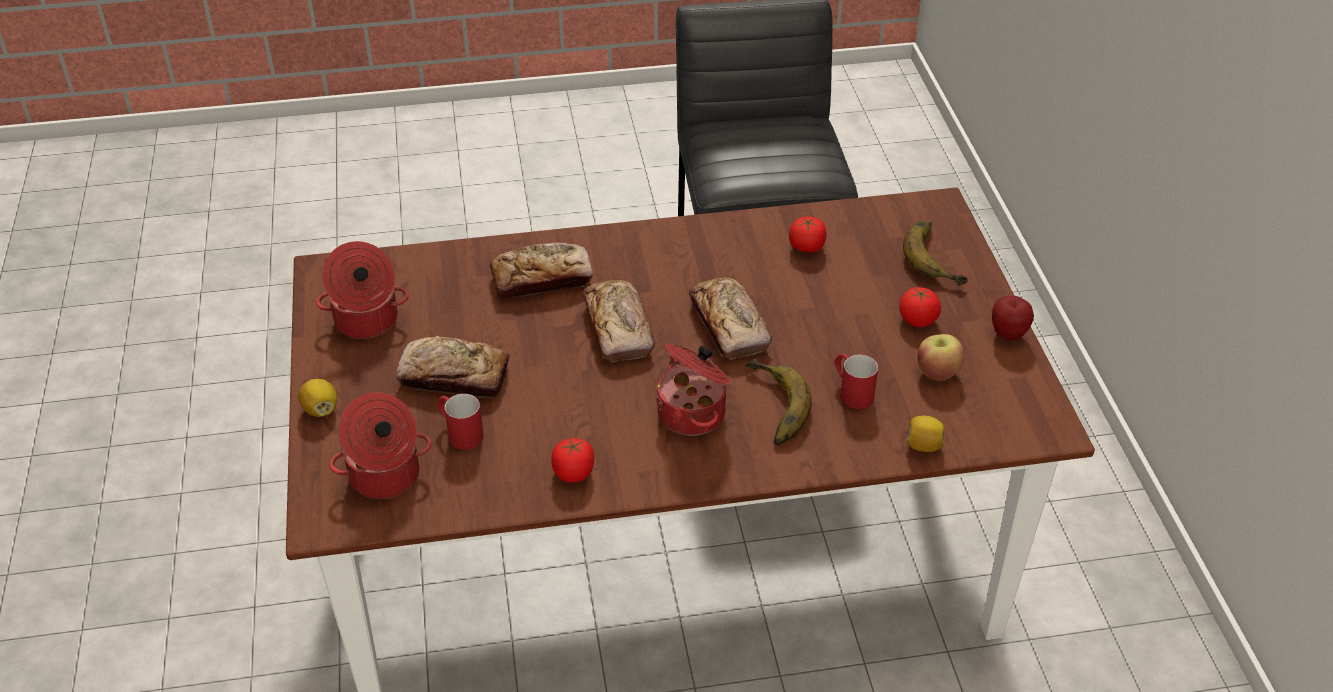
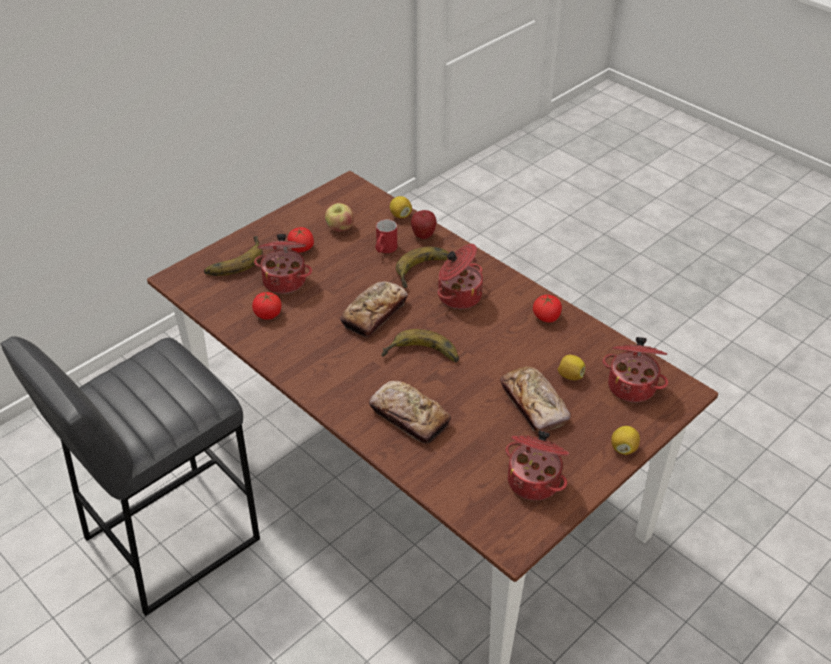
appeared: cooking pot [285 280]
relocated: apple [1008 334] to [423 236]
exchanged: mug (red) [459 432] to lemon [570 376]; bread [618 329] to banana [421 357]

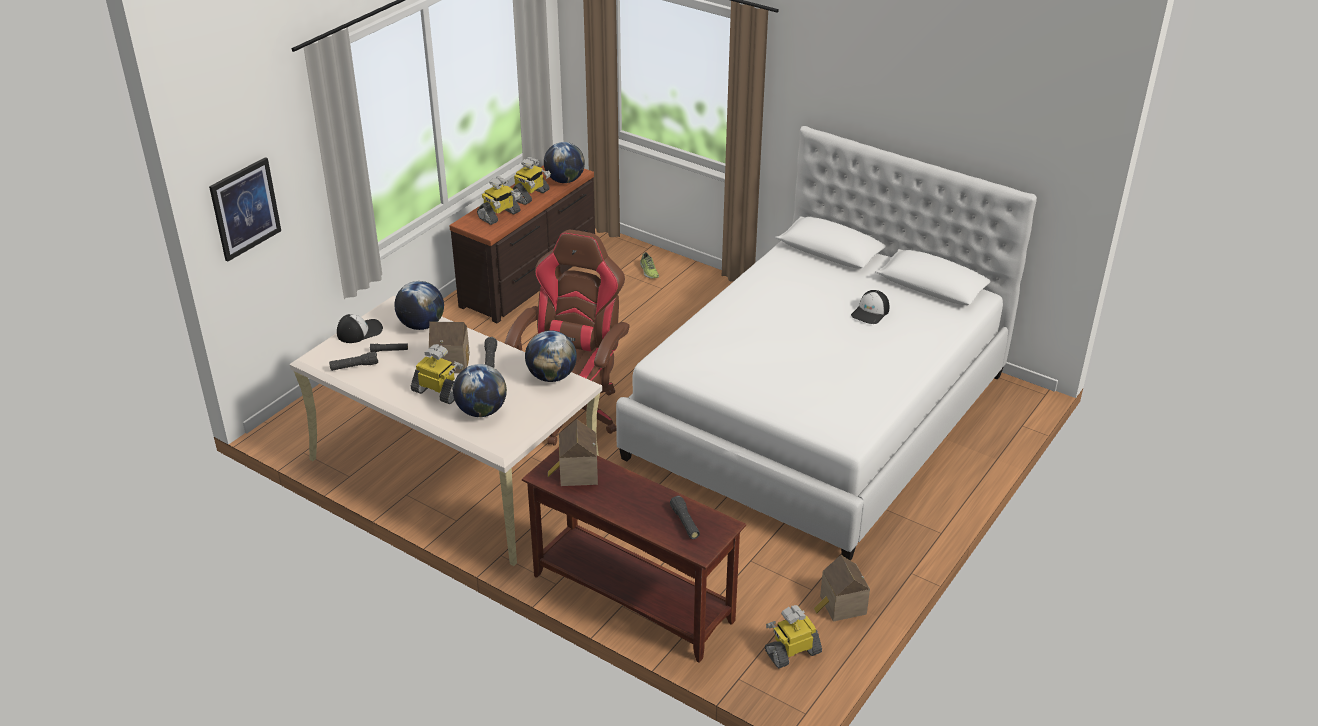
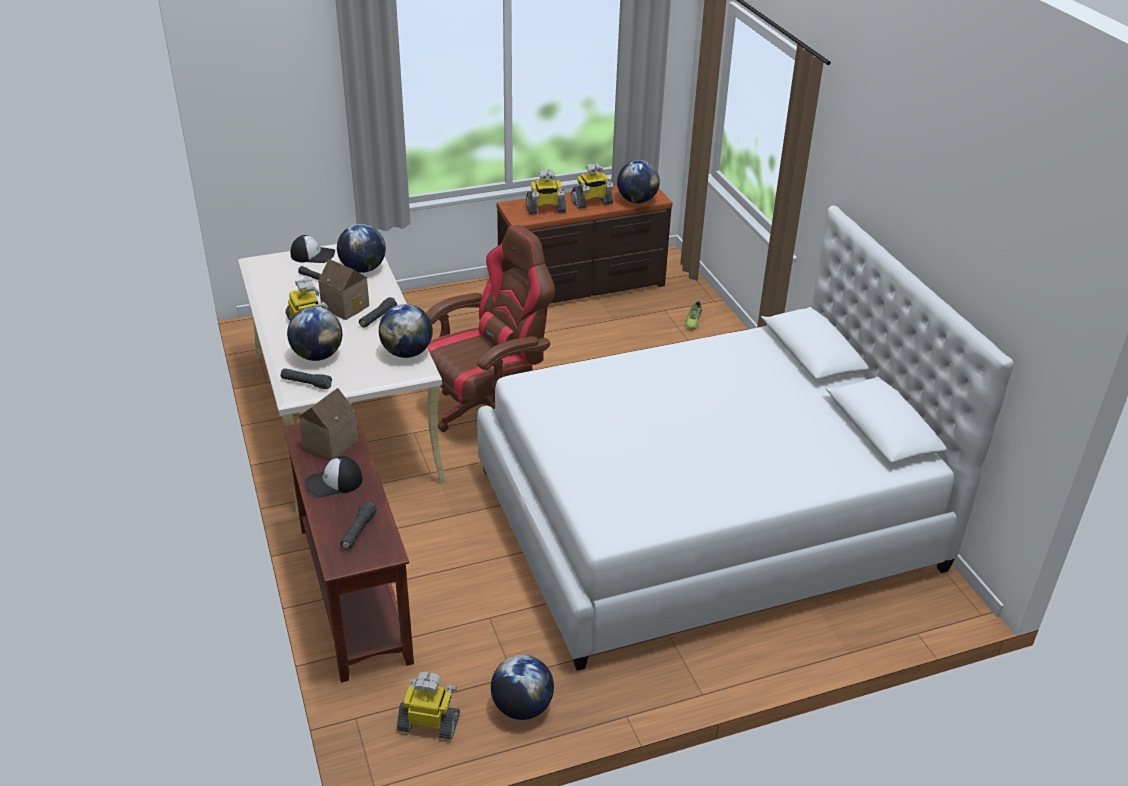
missing: picture [245 208]
relocated: flashlight (black) [354 366] to [306 383]; cap [870 312] to [333 482]
exchanged: toy house [841 606] to globe [522 707]

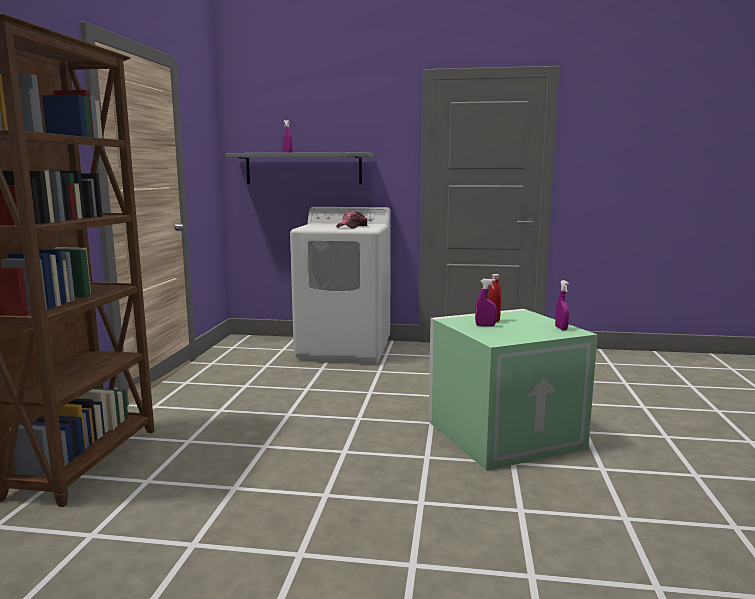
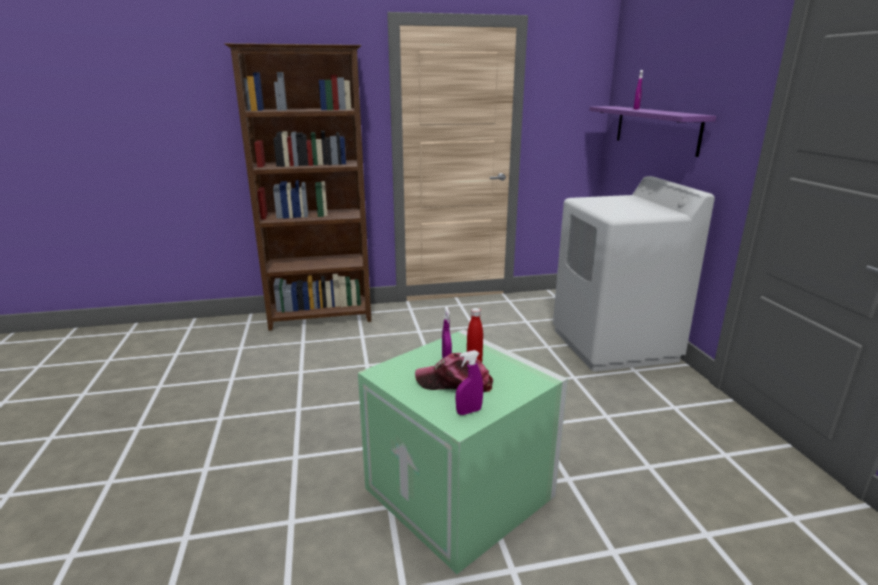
relocated: cap [352 227] to [454 383]
colour: shelf (grey) [303 168] to shelf (purple) [656 129]

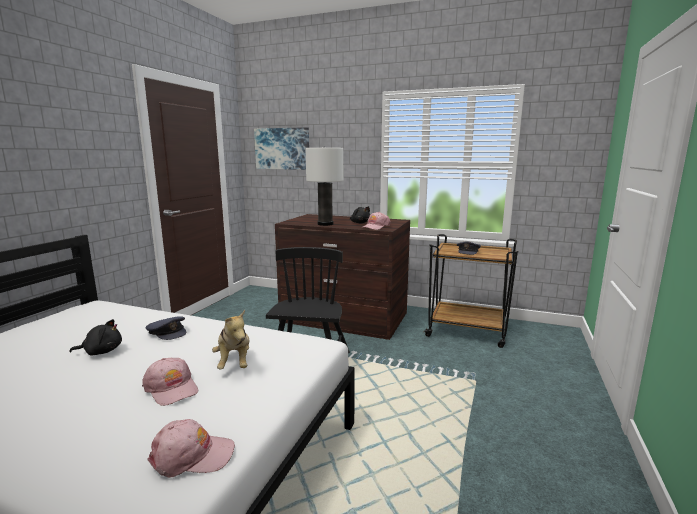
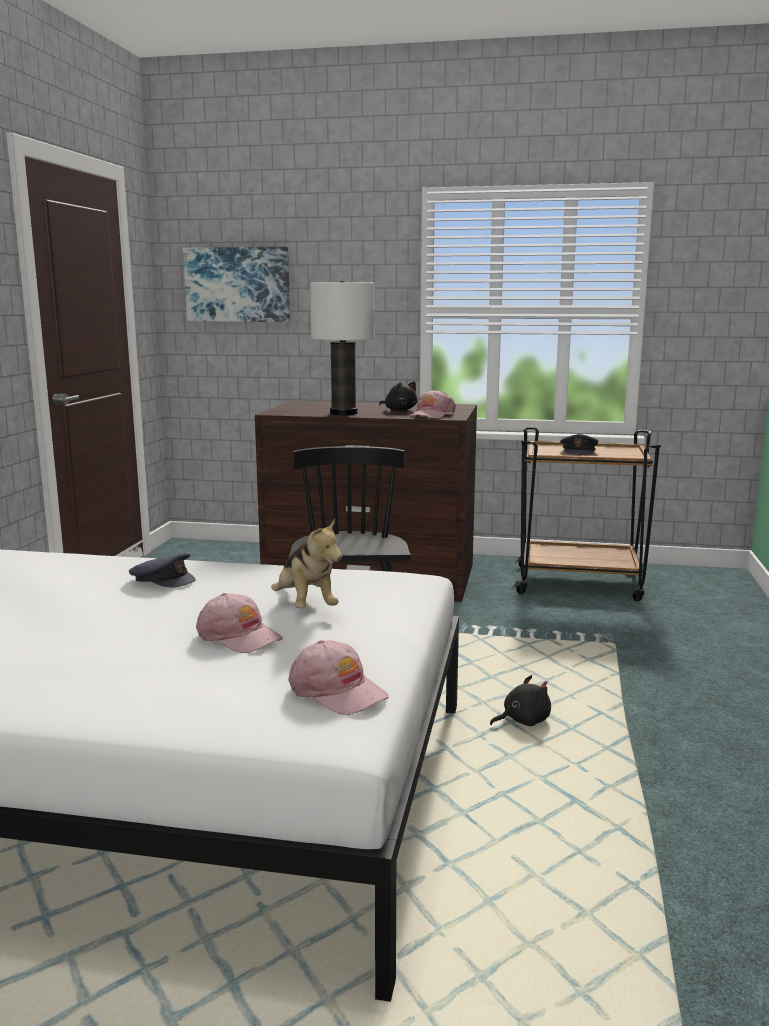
relocated: plush toy (black) [101 351] to [523 721]
spun: cap (pink) [192 456] = [337 691] 60 degrees clockwise

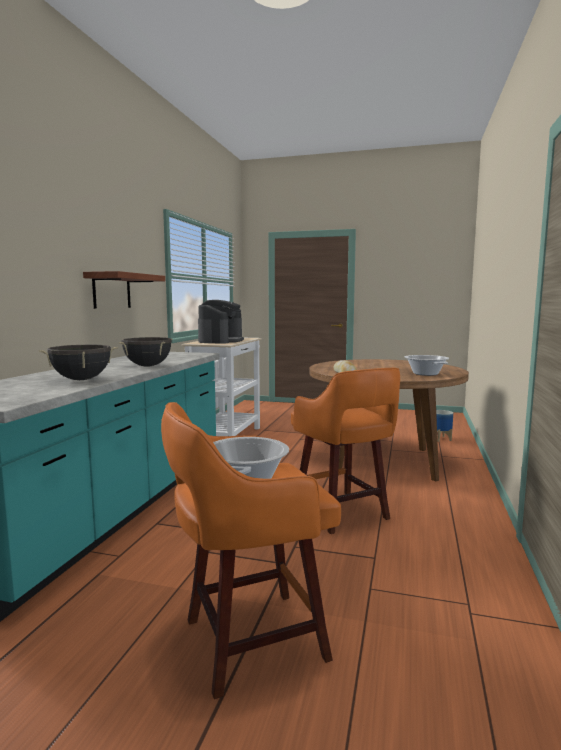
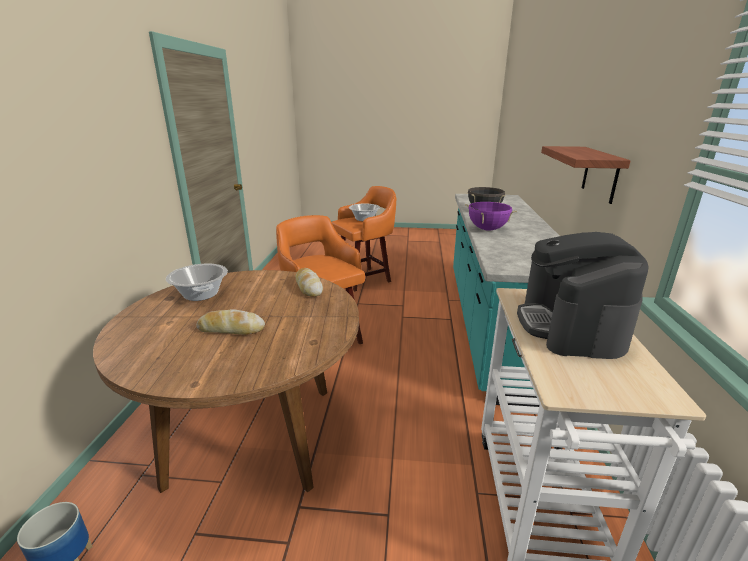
appeared: bread [231 329]
colour: cooking pot (black) [148 366] to cooking pot (purple) [487 229]

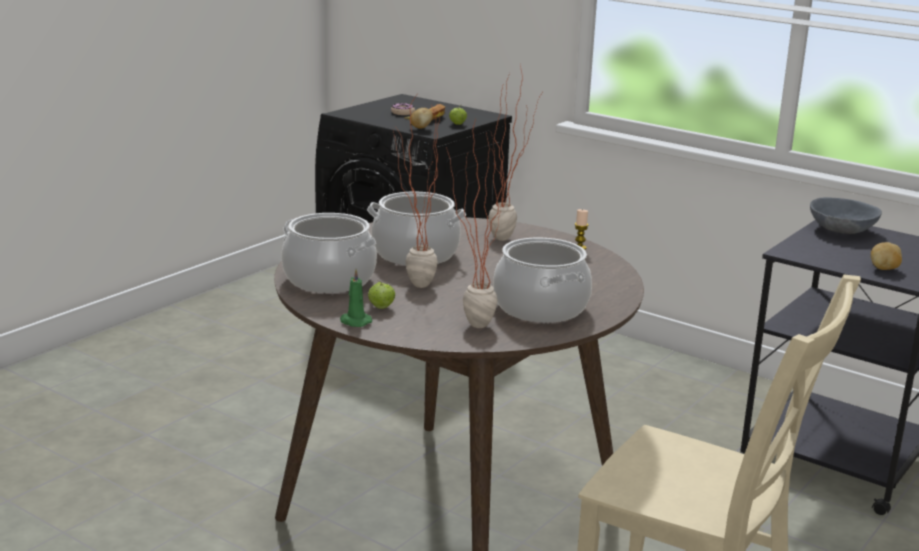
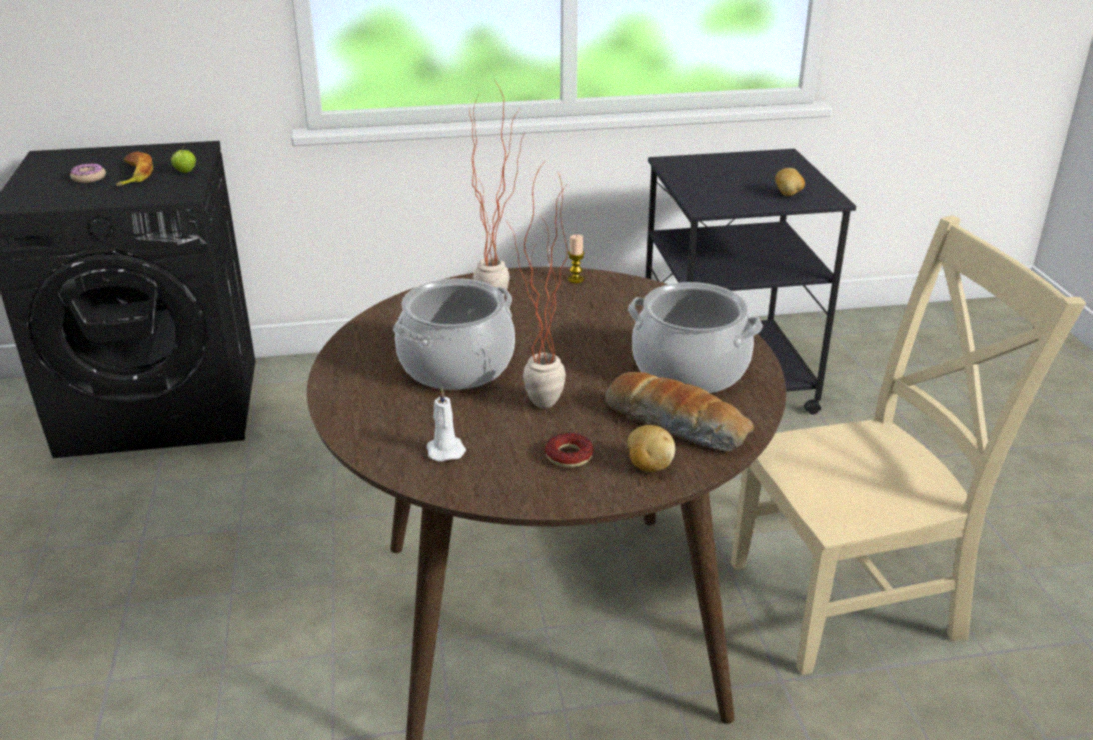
missing: candle (green) [354 321]; bowl (grey) [842 229]
relocated: potato [421 128] to [648 466]
exchanged: cooking pot [330 279] to candle (white) [445 450]; apple [381 307] to donut [569 456]; potted plant [469 323] to bread [677 425]

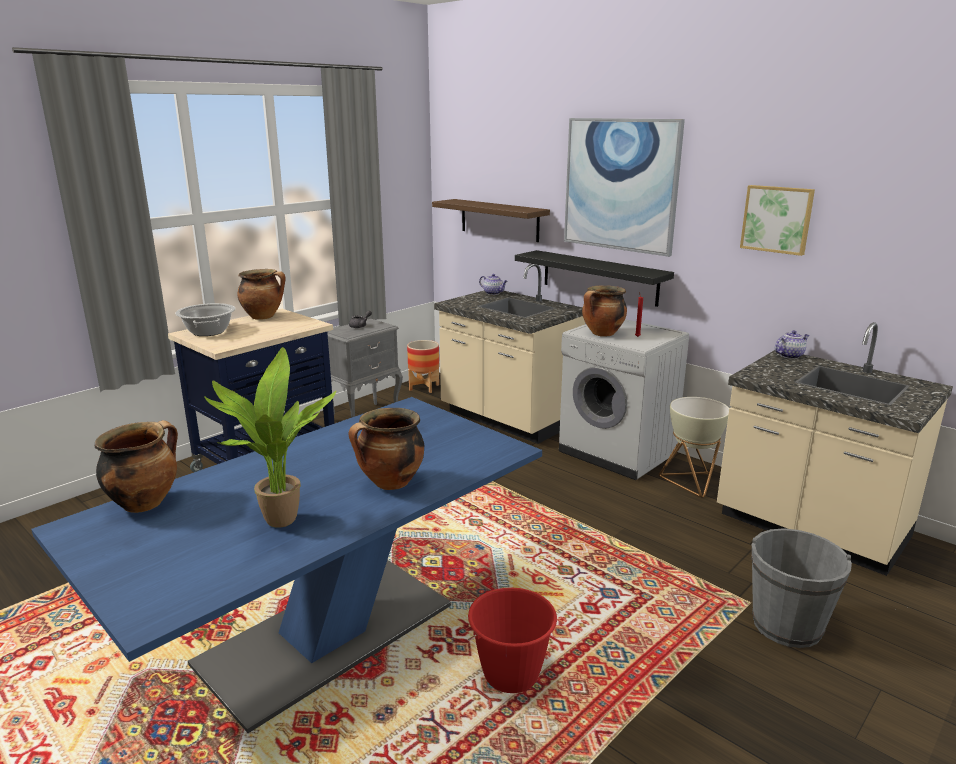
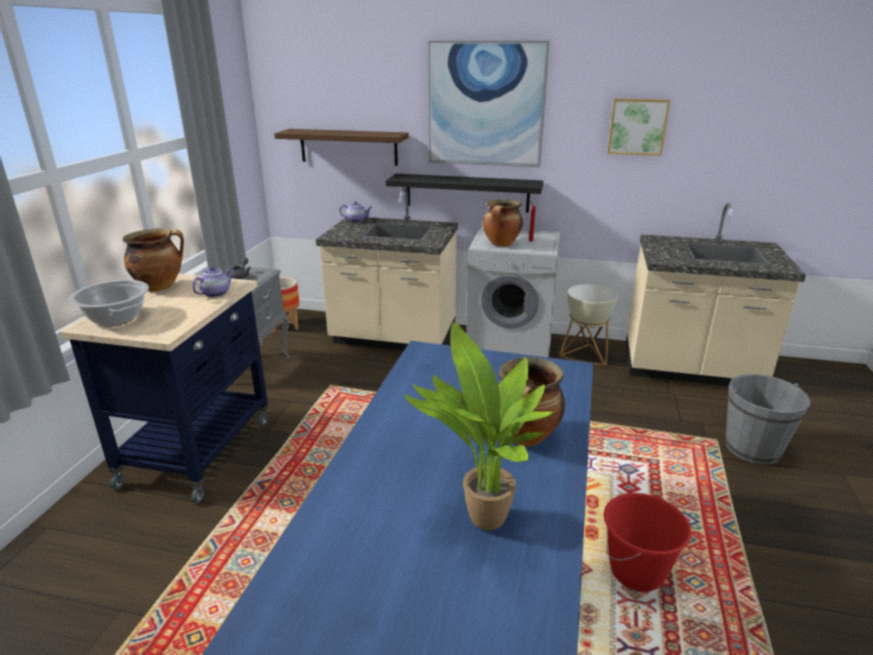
missing: cooking pot [145 502]
relocated: teapot [789 355] to [216 293]

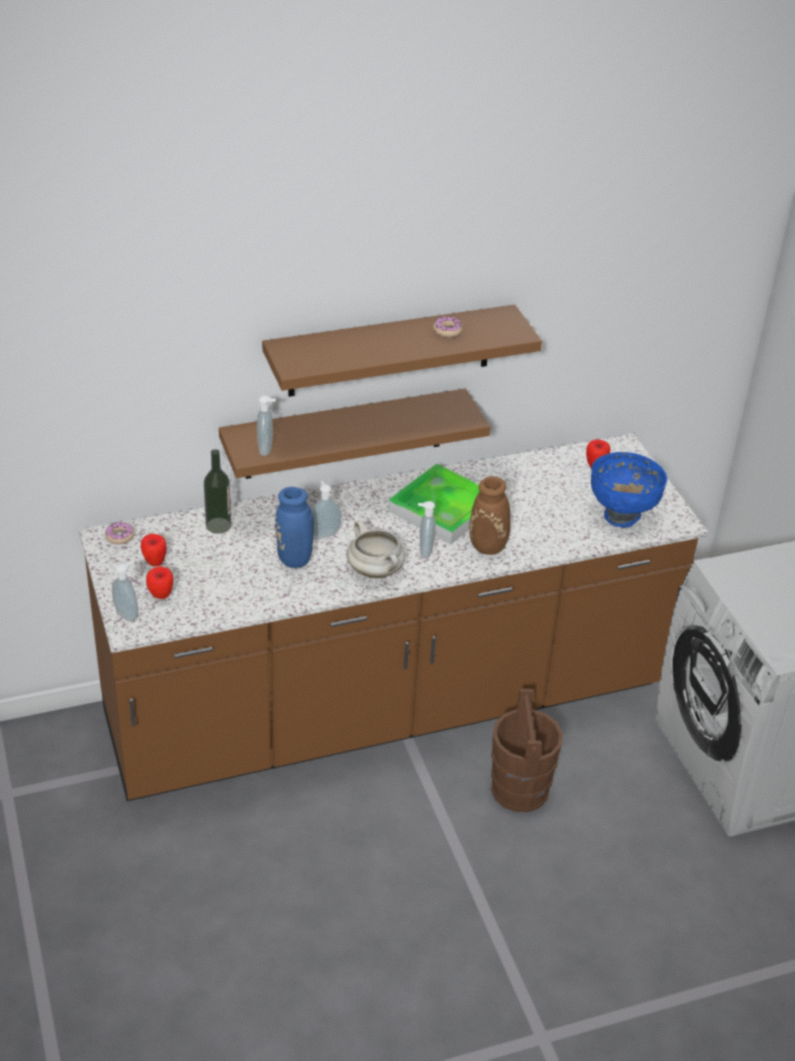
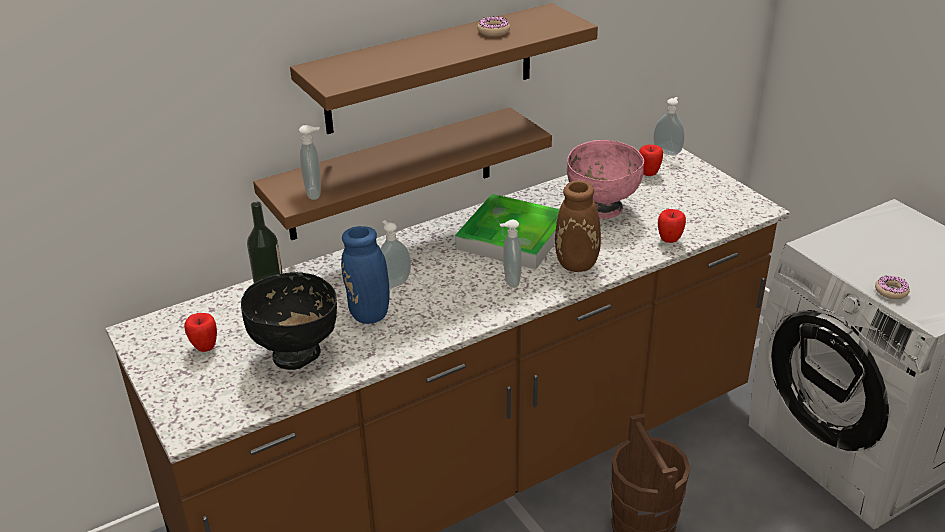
missing: cooking pot (white) [376 571]; bowl (blue) [621 515]
appeared: bowl (black) [297 354]; bowl (pink) [601 209]
relocated: donut [119 536] to [891 291]; soap dispenser [127 614] to [667 152]; apple [161 596] to [669 240]

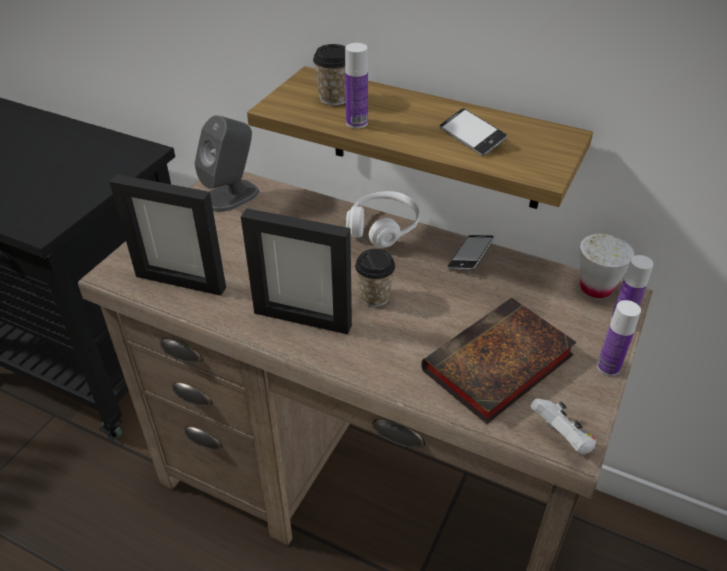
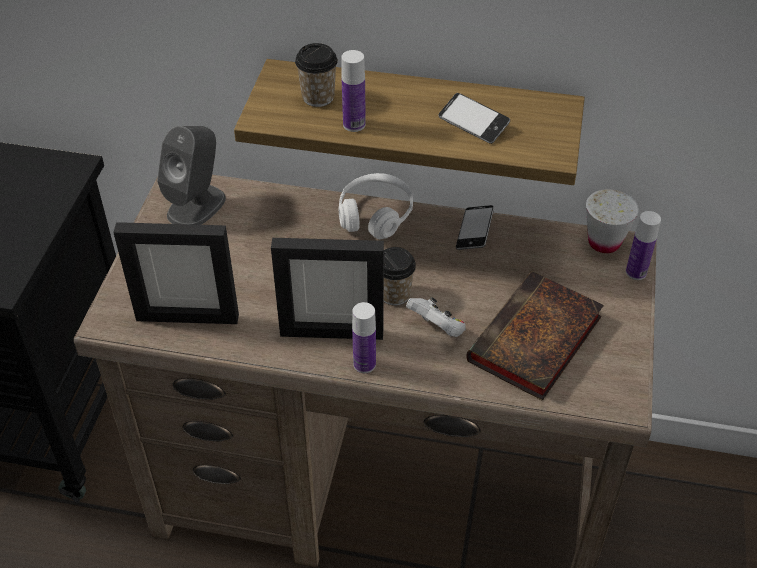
relocated: game controller (white) [562 439] to [437 328]; bottle [608 367] to [364 364]

